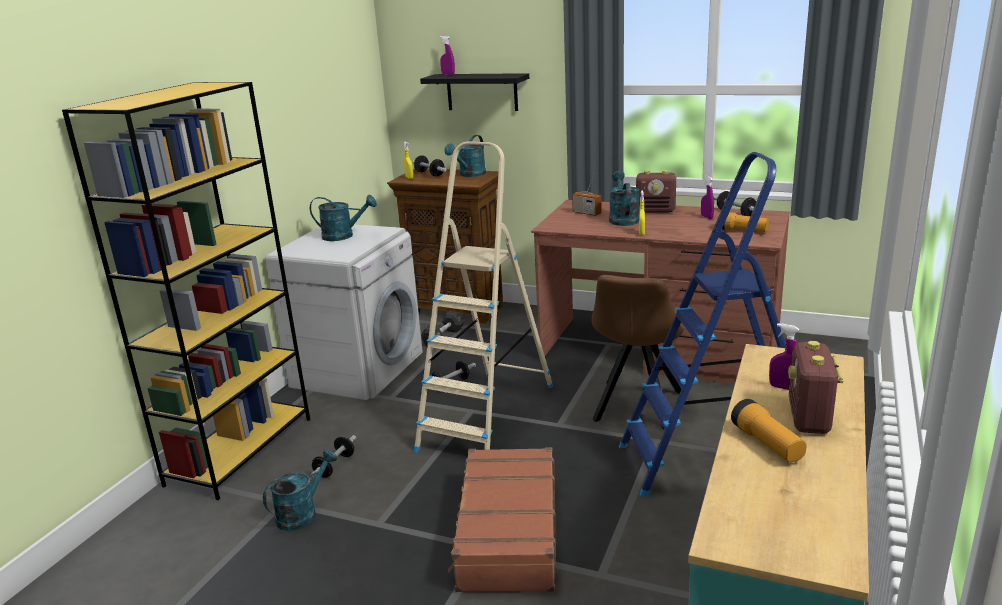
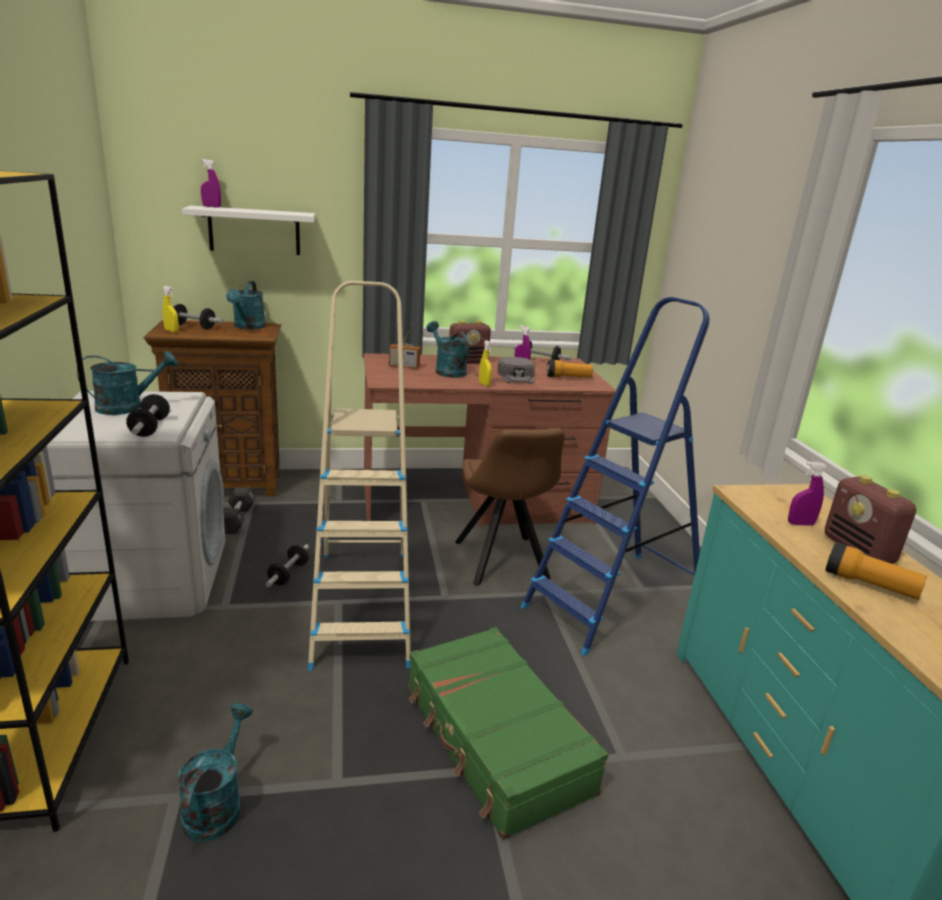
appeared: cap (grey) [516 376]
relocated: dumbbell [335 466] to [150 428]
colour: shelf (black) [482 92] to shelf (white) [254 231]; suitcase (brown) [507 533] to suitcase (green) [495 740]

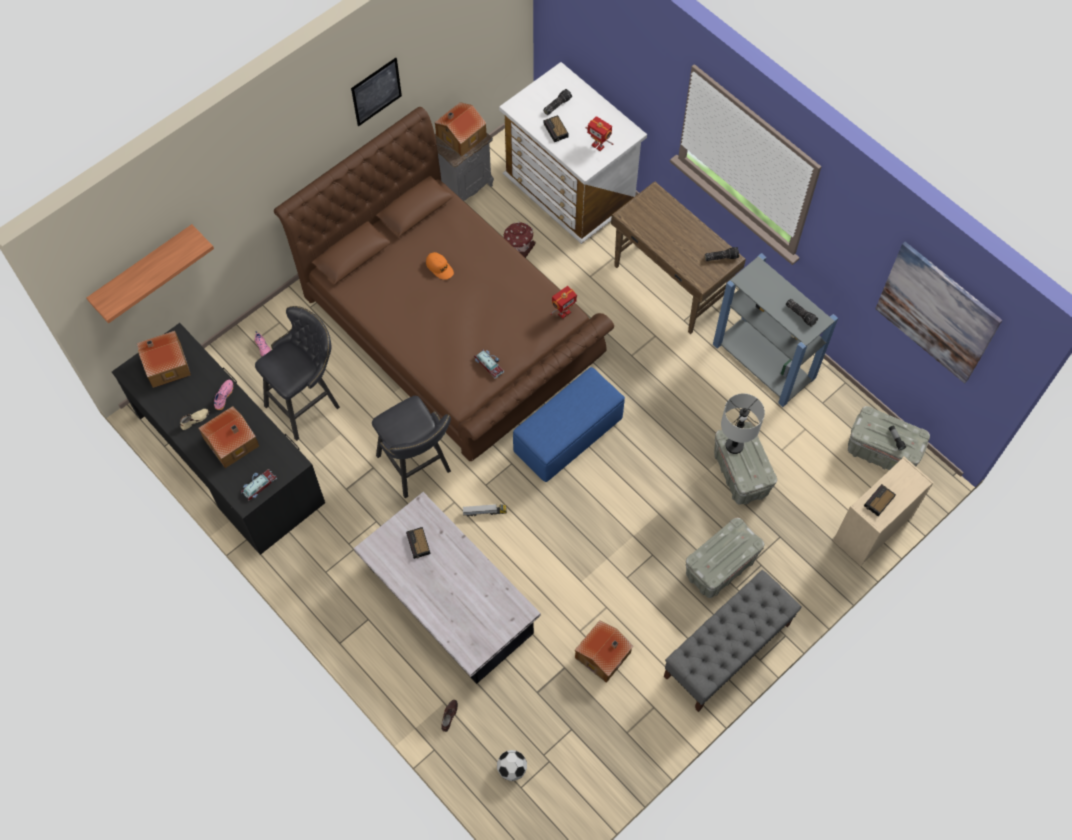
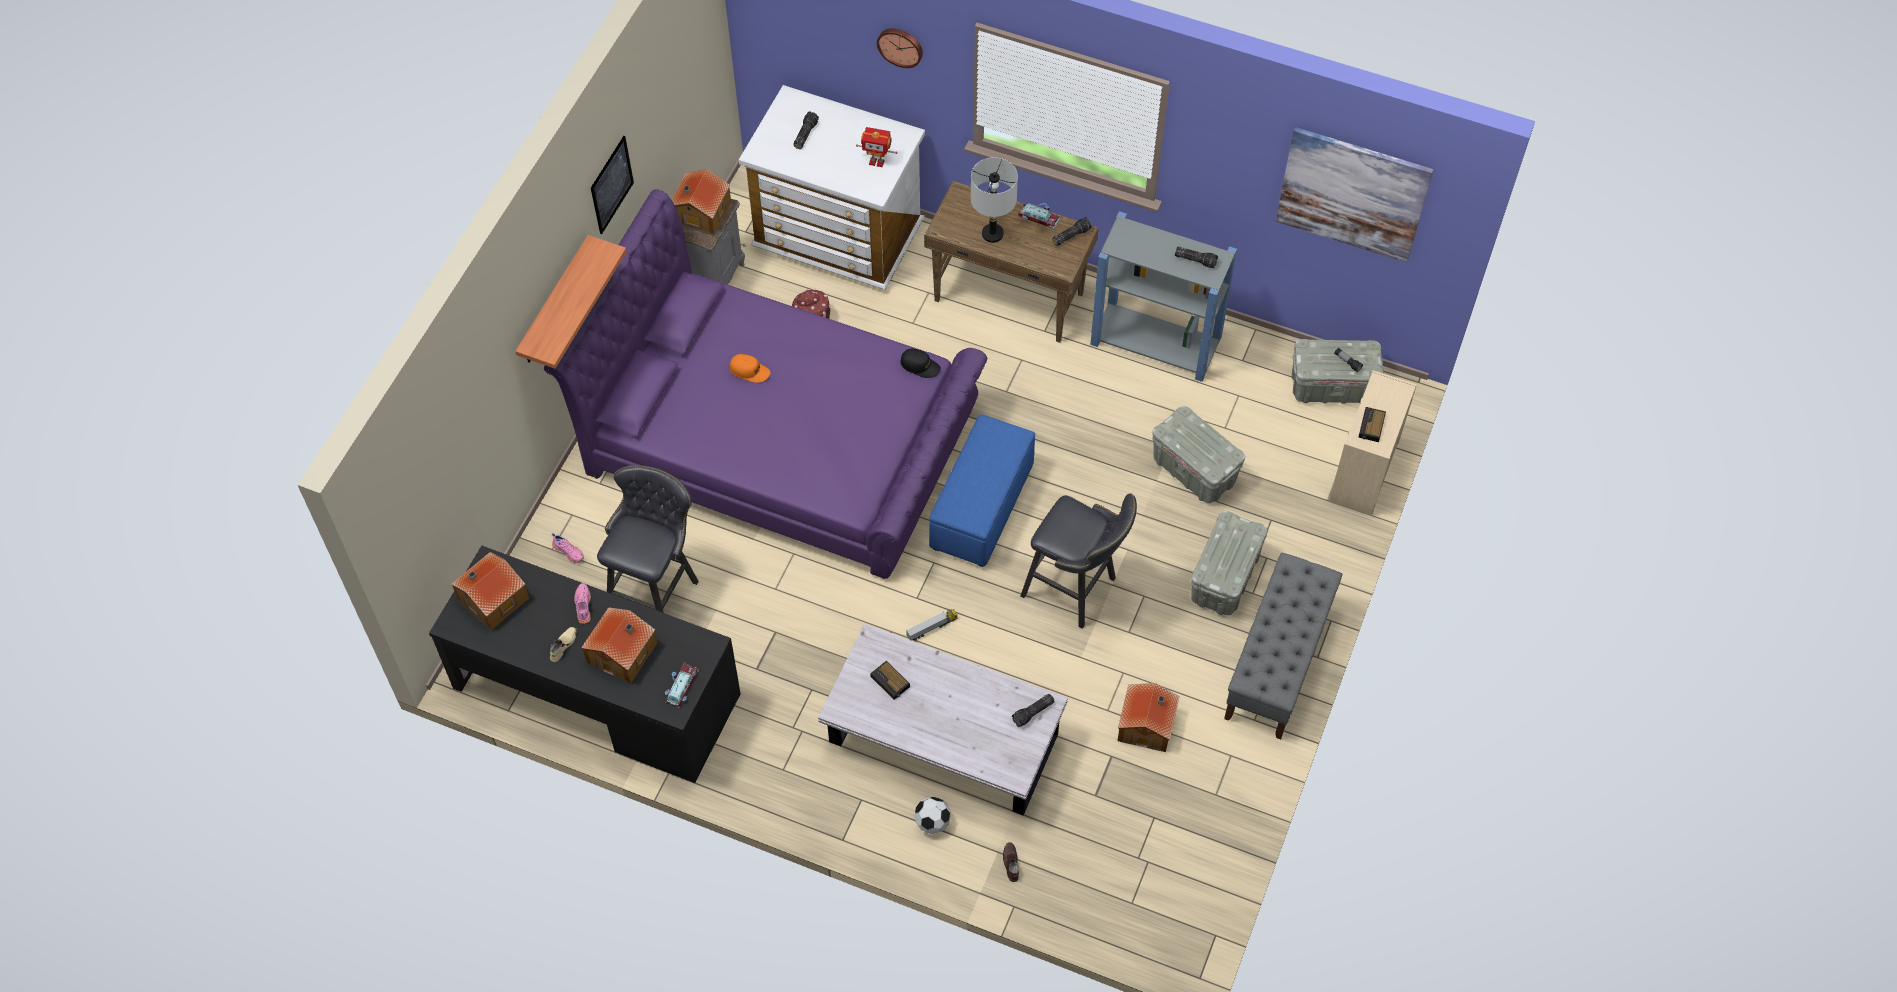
missing: alarm clock [556 130]
appeared: wall clock [900 46]; flashlight [1033 713]
relocated: shelf [143 268] to [554 303]; stool (black) [418 470] to [1078 592]; toy car [489 364] to [1038 217]; football [512 768] to [932 822]; table lamp (grey) [734 445] to [992 234]
exchanged: toy robot [563 313] to cap (black) [920 366]
colour: bed (brown) [451 323] to bed (purple) [780 436]

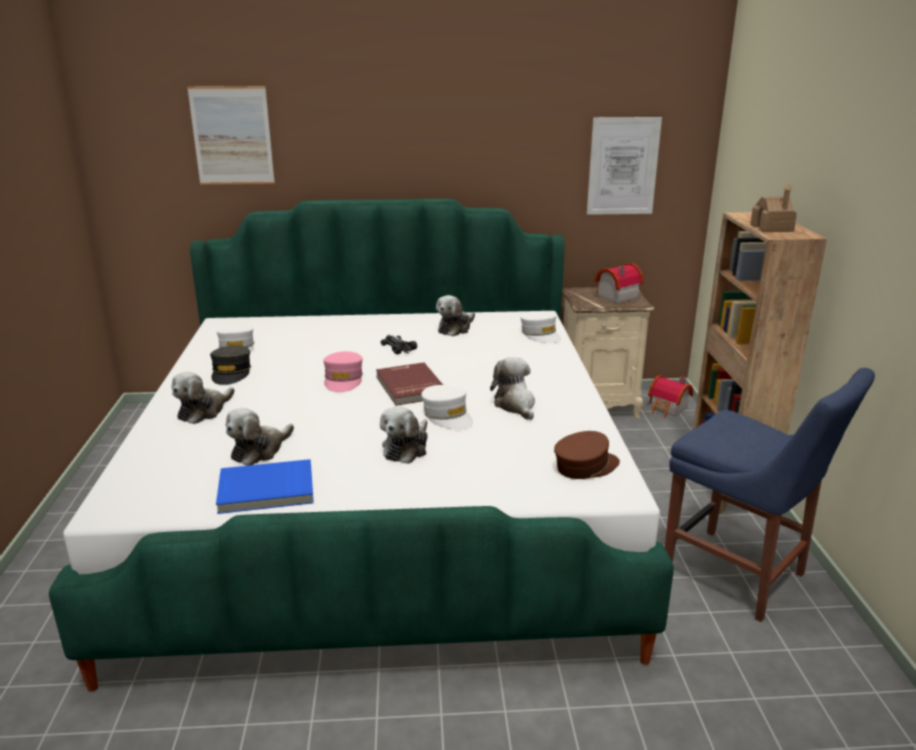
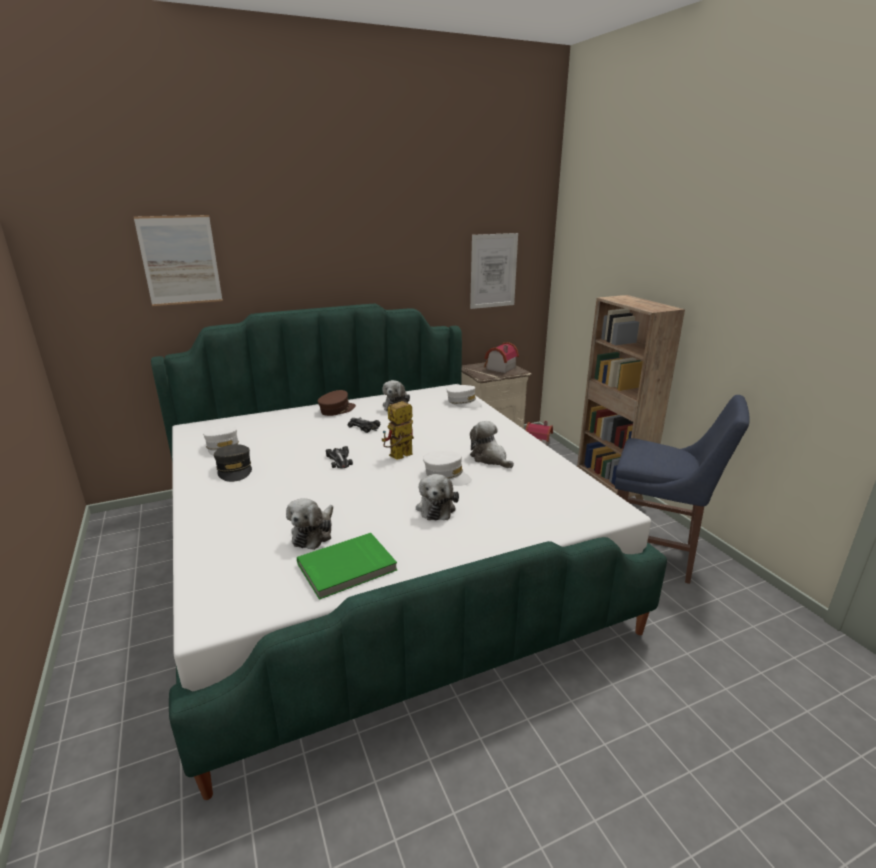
missing: plush toy [203 411]; toy house [771 228]
relocated: cap (brown) [585 466] to [337 410]
exchanged: cap (pink) [343 380] to toy car [339 460]; book (red) [409 387] to toy robot [398 457]
colour: book (blue) [266 490] to book (green) [347 568]

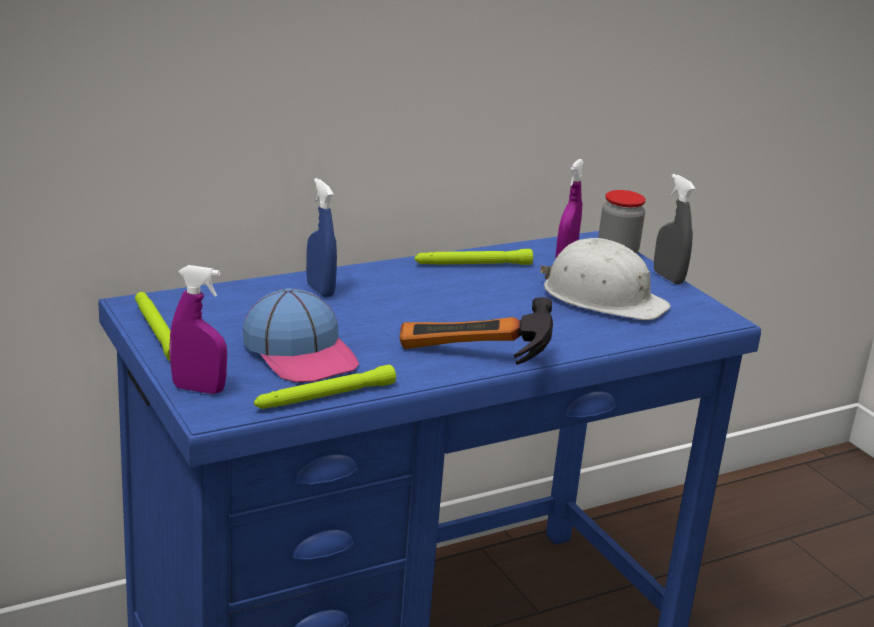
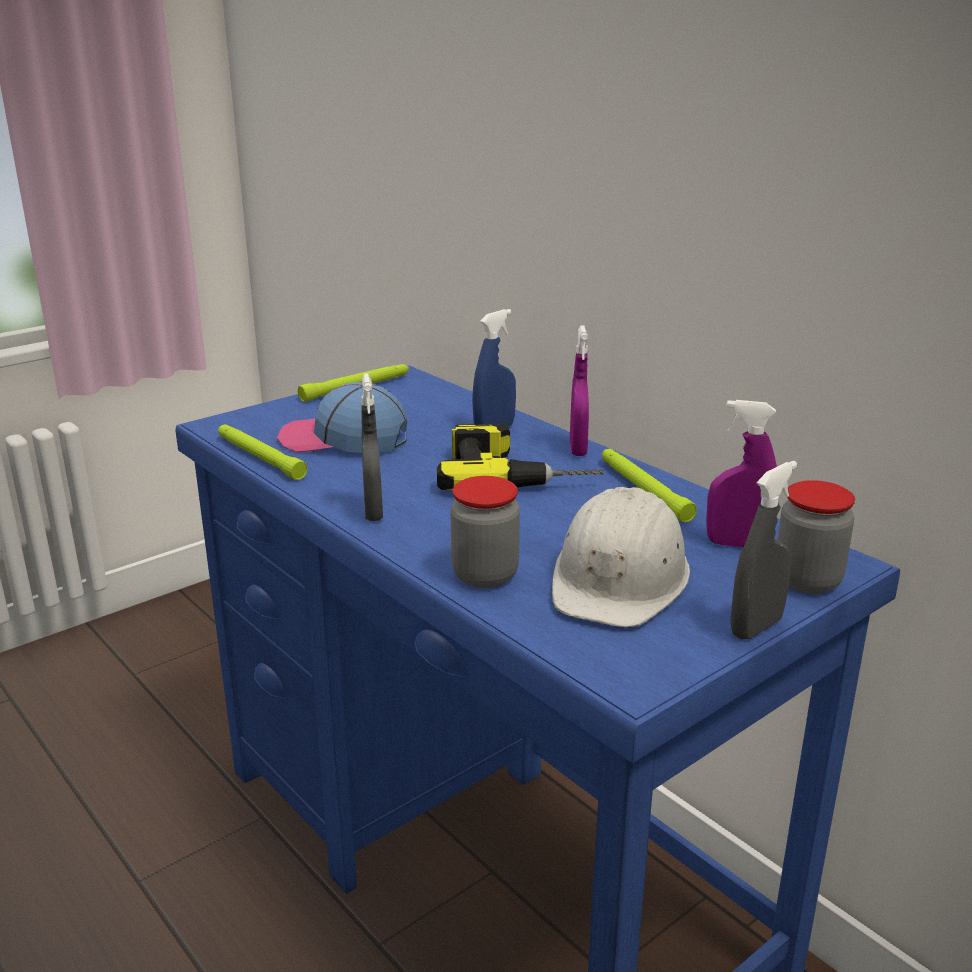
appeared: power drill [517 471]; jar [485 575]
relocated: spray bottle (purple) [198 389] to [578 449]
exchanged: hammer [473 359] to spray bottle (grey) [373 512]
spun: cap [301 353] = [343 439] 60 degrees clockwise

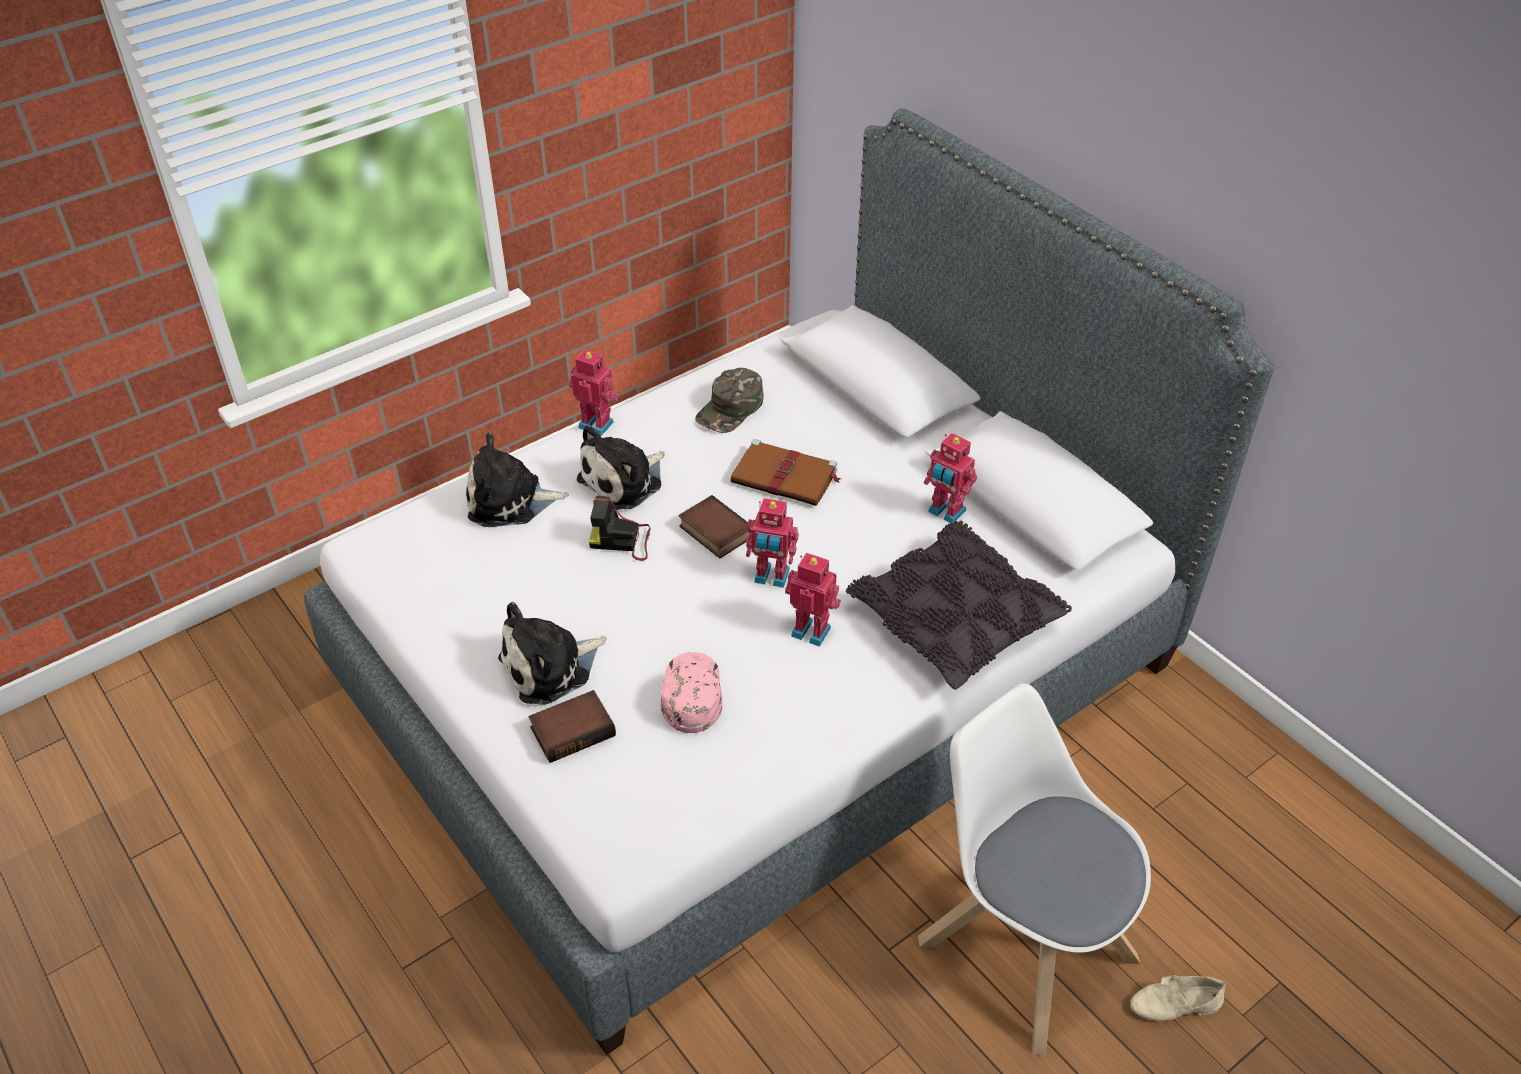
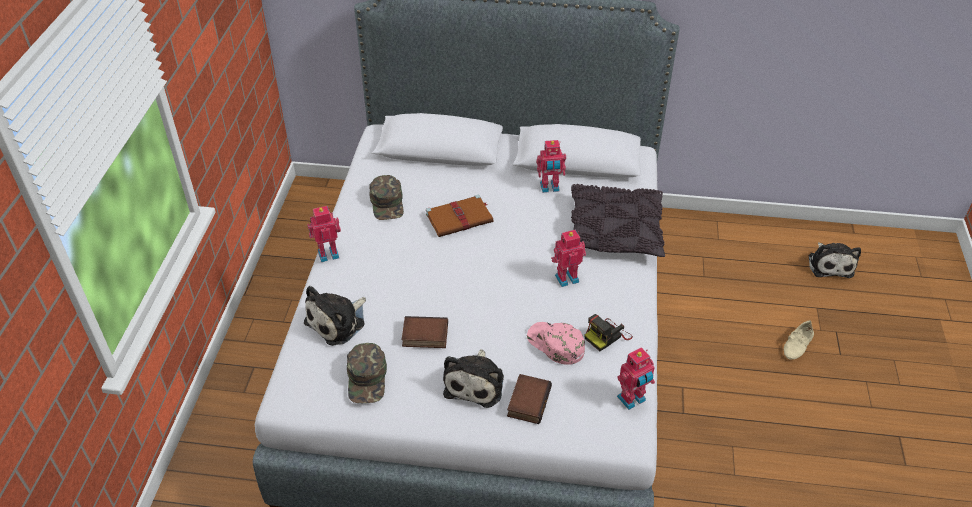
missing: chair [1022 945]
appeared: cap (green) [367 378]
relocated: plush toy [624 481] to [830 264]; photo camera [622 541] to [607 336]; book [714 532] to [424 336]; toy robot [771 577] to [632 400]

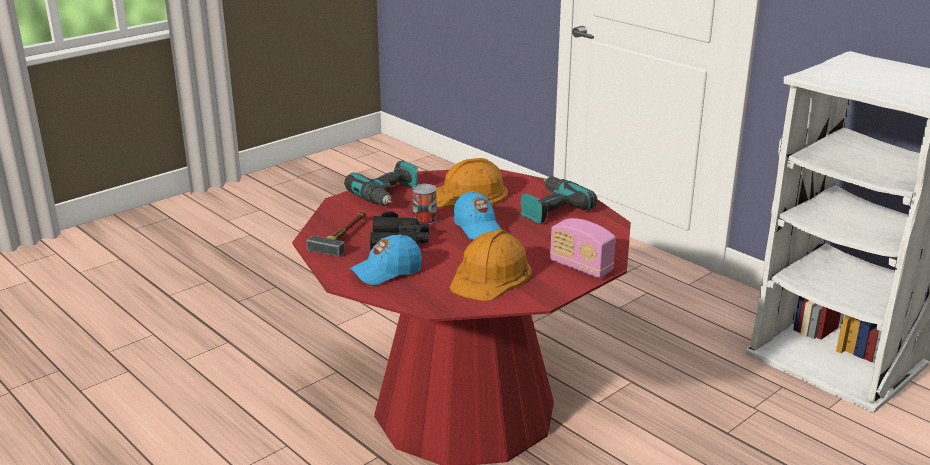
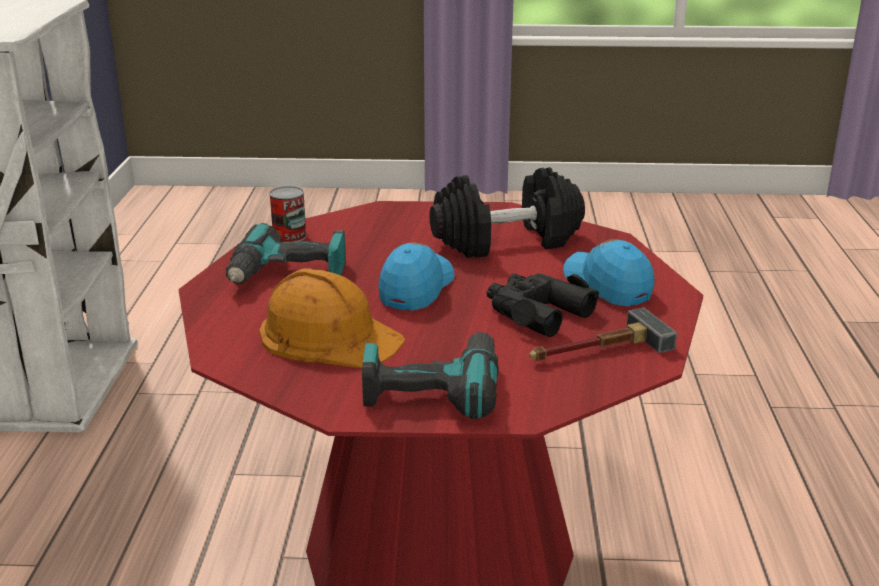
missing: radio [581 267]
relocated: can [425 219] to [289 236]
exchanged: hard hat (orange) [491 276] to dumbbell (black) [506 241]
spun: cap (blue) [386 271] = [608 285] 135 degrees counterclockwise

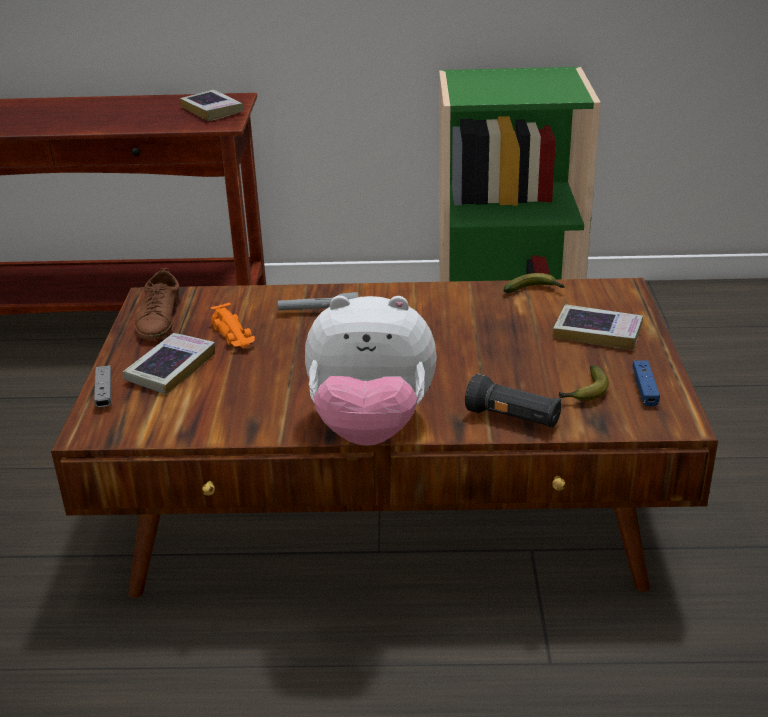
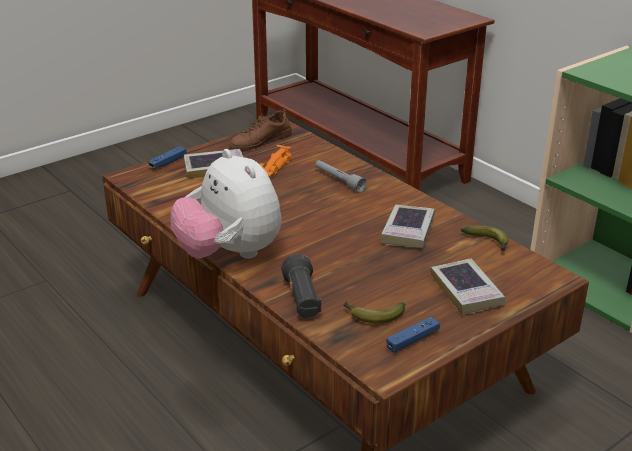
relocated: book [212 110] to [408 231]
colour: game controller (grey) [104 393] to game controller (blue) [168 162]

